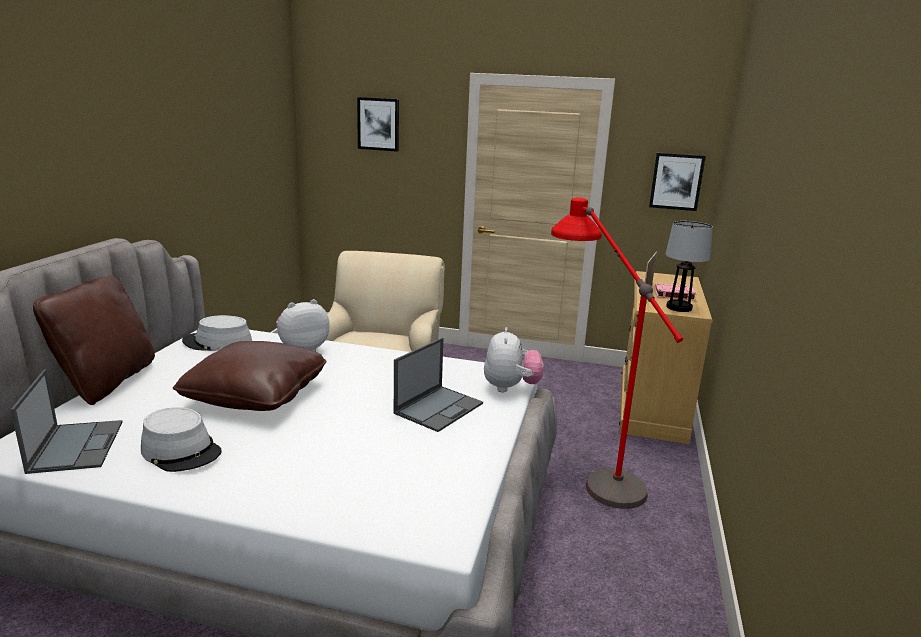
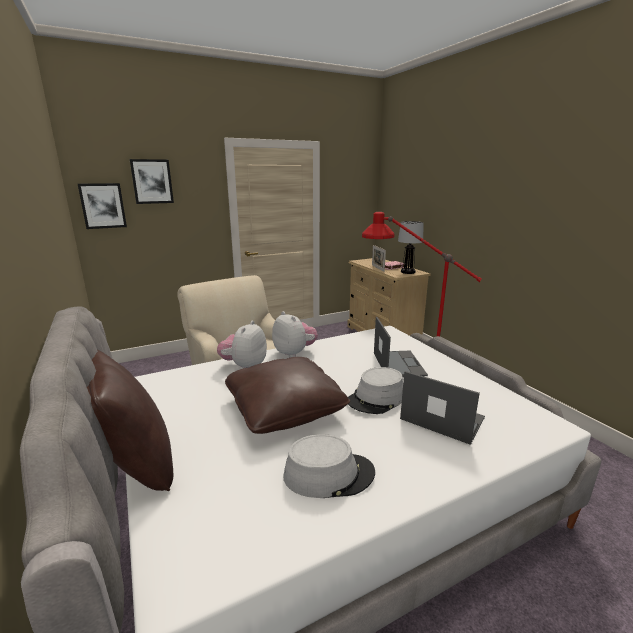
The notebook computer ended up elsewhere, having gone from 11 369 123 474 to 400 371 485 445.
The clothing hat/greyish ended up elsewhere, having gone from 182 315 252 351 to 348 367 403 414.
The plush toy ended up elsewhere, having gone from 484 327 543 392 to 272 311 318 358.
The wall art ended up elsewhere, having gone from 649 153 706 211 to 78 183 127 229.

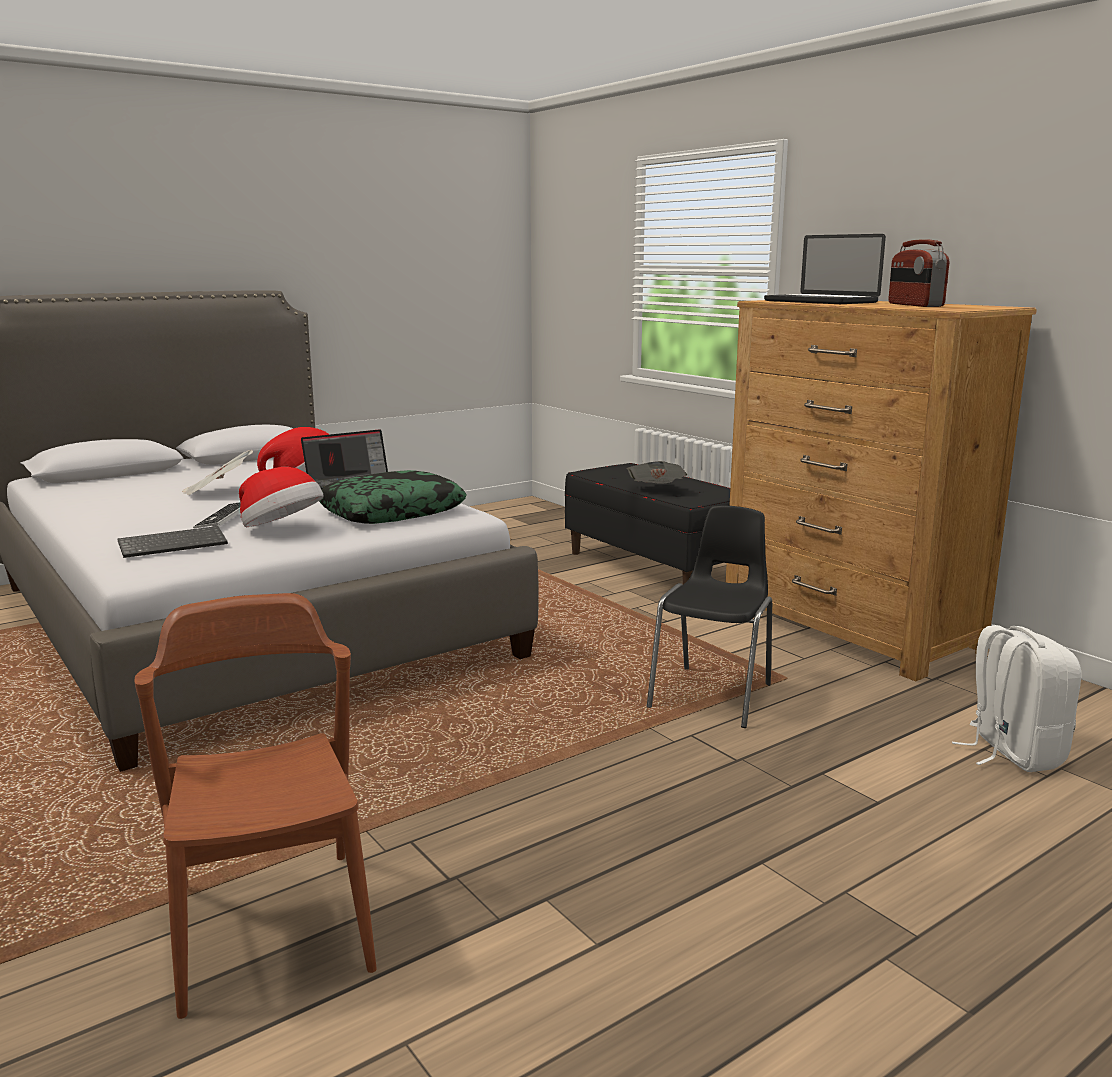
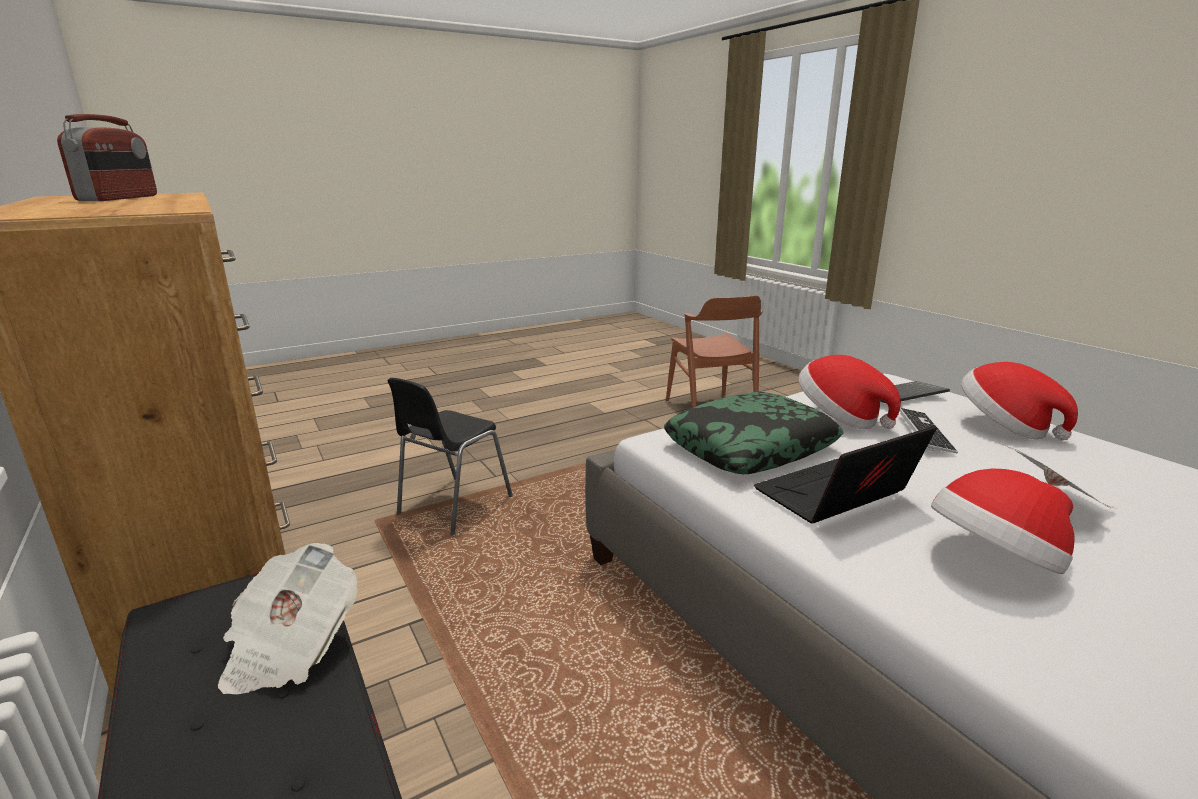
The second view lost the notebook computer at 764 234 886 304.
The second view lost the knapsack/white-coloured at 952 625 1081 772.
The second view gained the clothing hat at 961 362 1078 441.

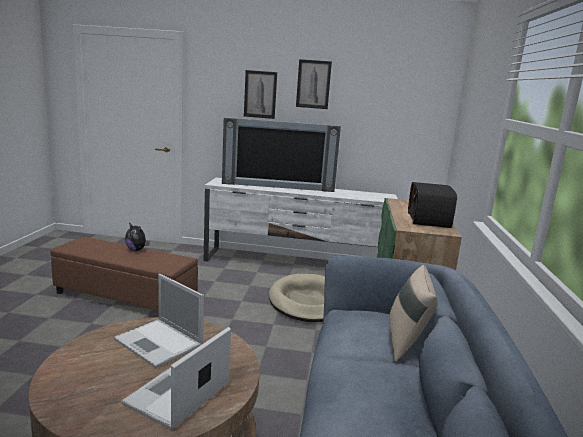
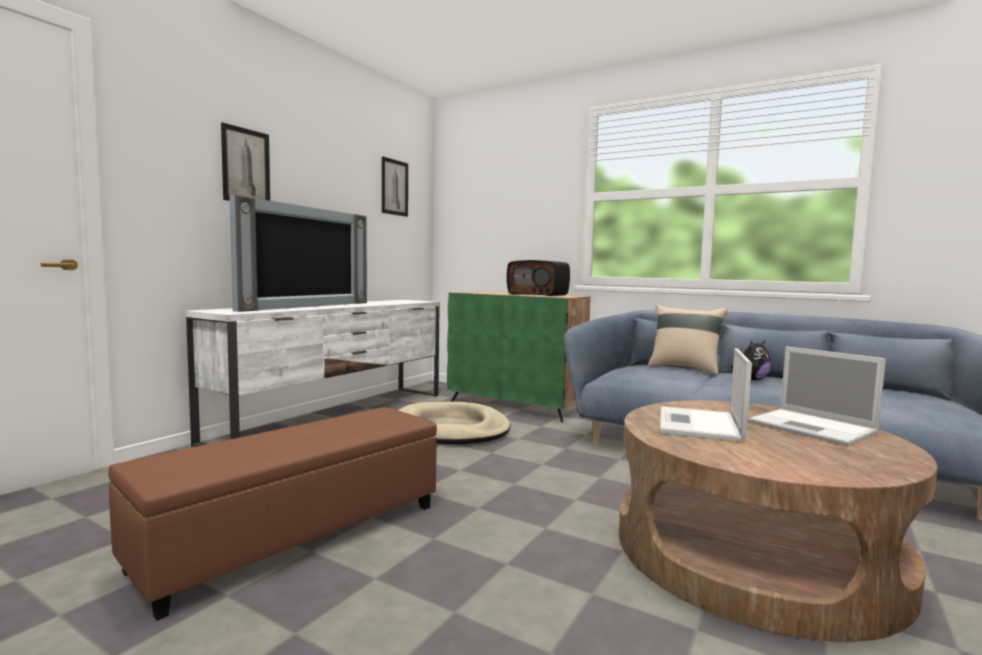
The plush toy ended up elsewhere, having gone from 125 223 149 251 to 731 340 771 380.
The wall art ended up elsewhere, having gone from 296 59 332 109 to 382 156 408 217.
The notebook computer at 114 274 204 368 ended up facing another way, 135 degrees clockwise from before.

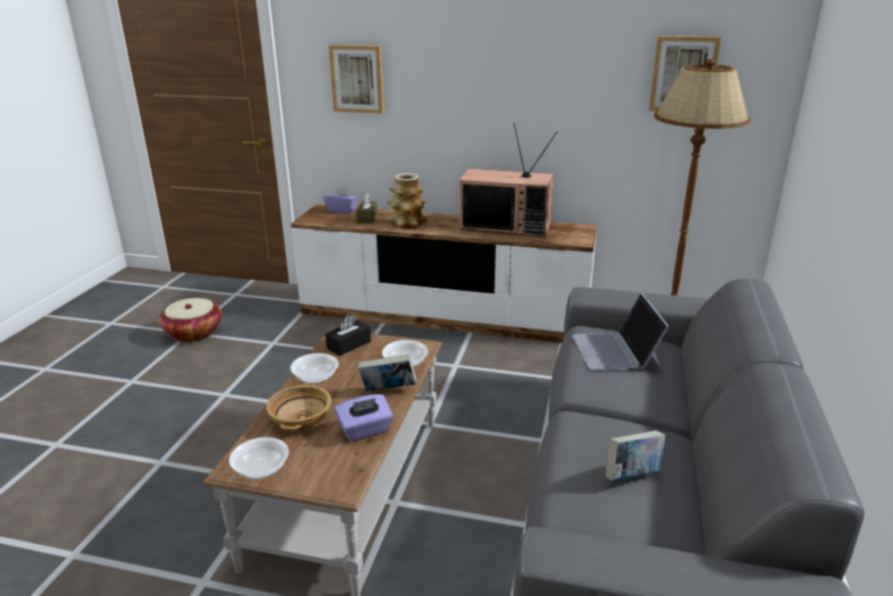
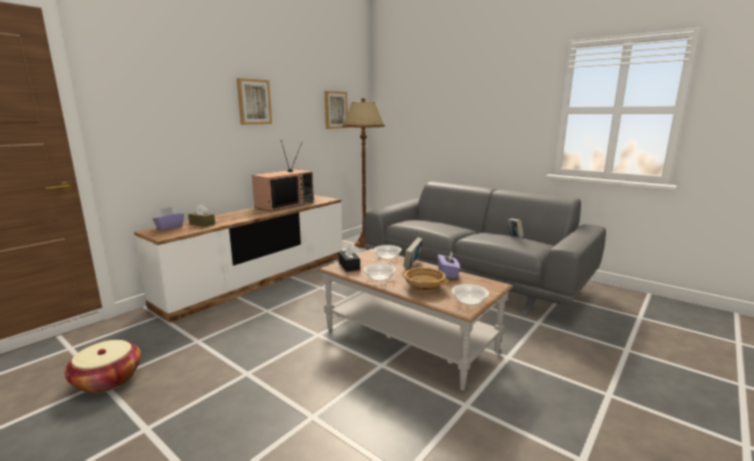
The second view lost the vase at 387 173 428 228.
The second view lost the notebook computer at 573 293 669 371.
The wall art ended up elsewhere, having gone from 329 45 384 114 to 237 78 272 125.

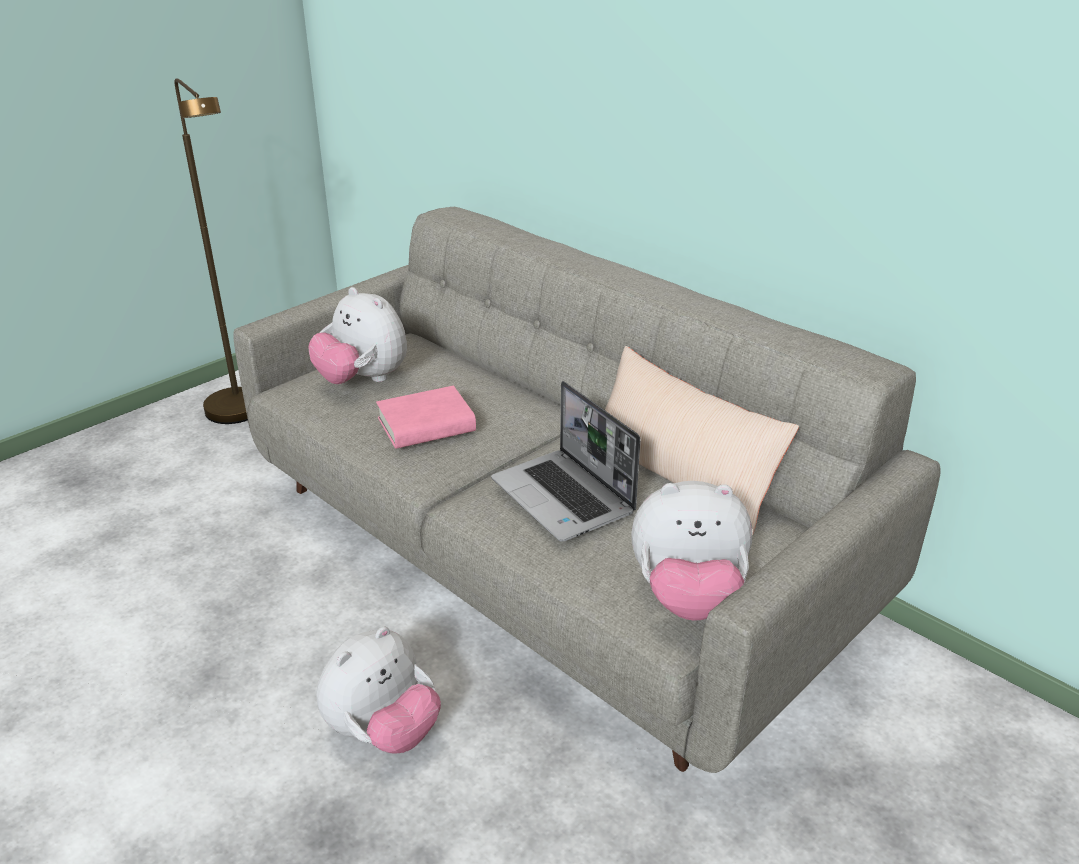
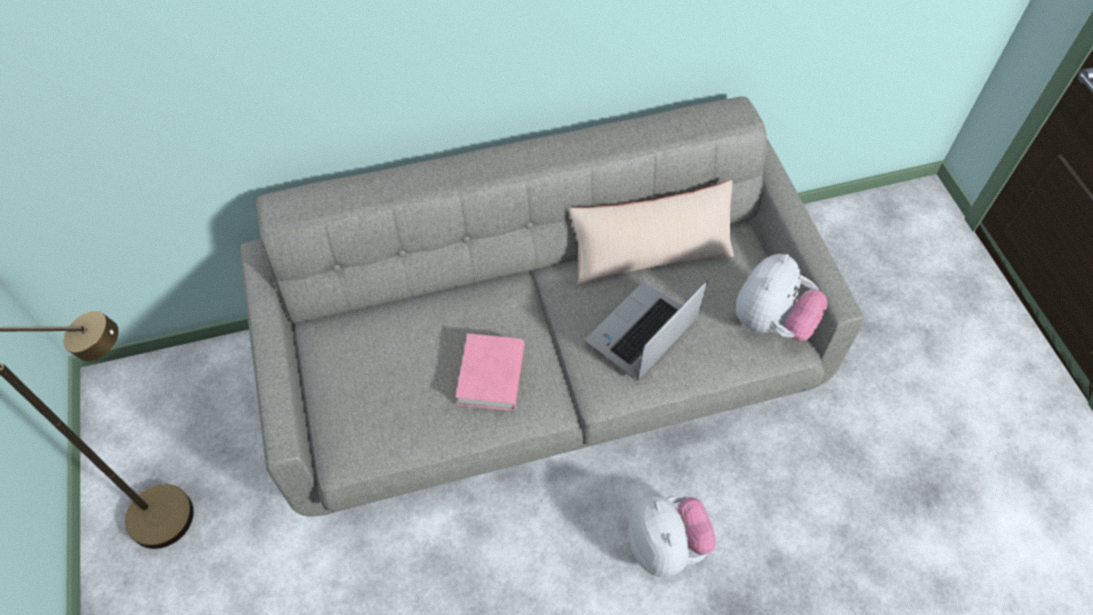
The second view lost the plush toy at 308 287 407 384.
The notebook computer at 491 381 640 542 ended up facing another way, 135 degrees clockwise from before.

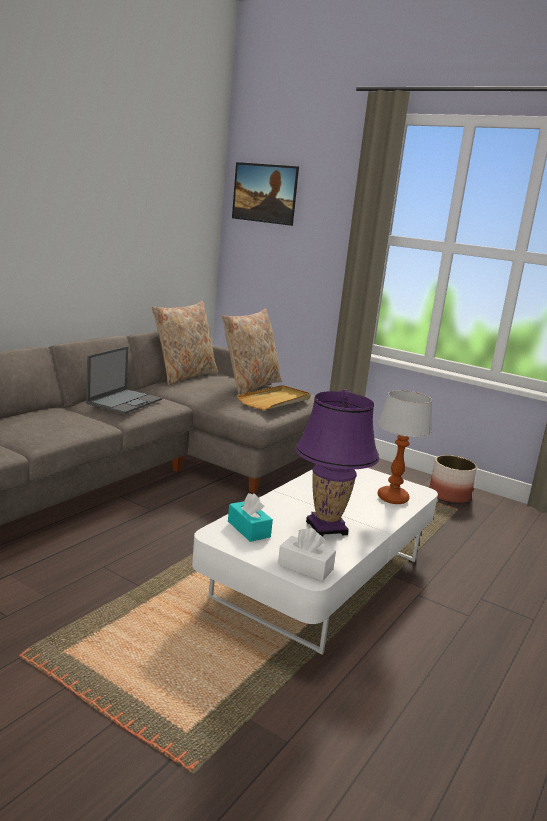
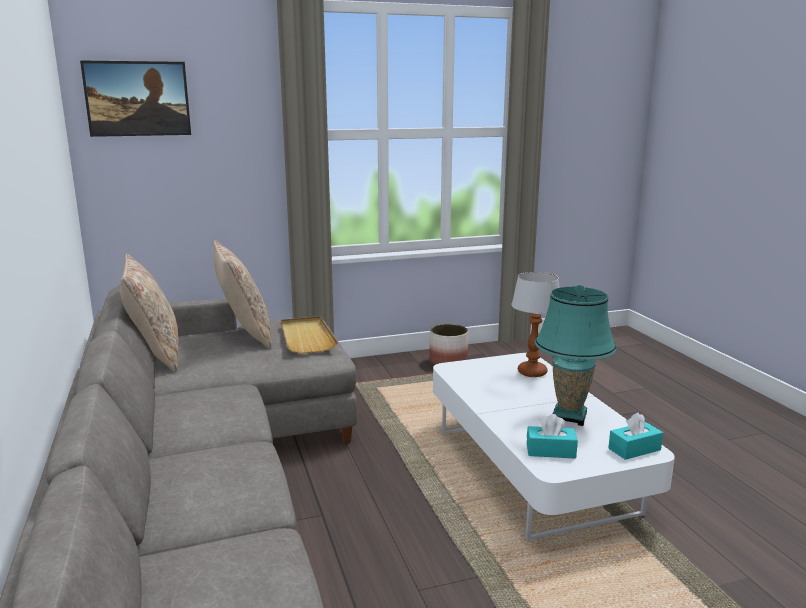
The second view lost the notebook computer at 86 346 162 414.
What was the box of tissues/white-coloured at 278 528 336 581 turned into the box of tissues/blue-green at 608 412 663 460.
What was the tabletop lamp/purplish at 295 389 379 537 turned into the tabletop lamp/blue-green at 535 284 616 426.

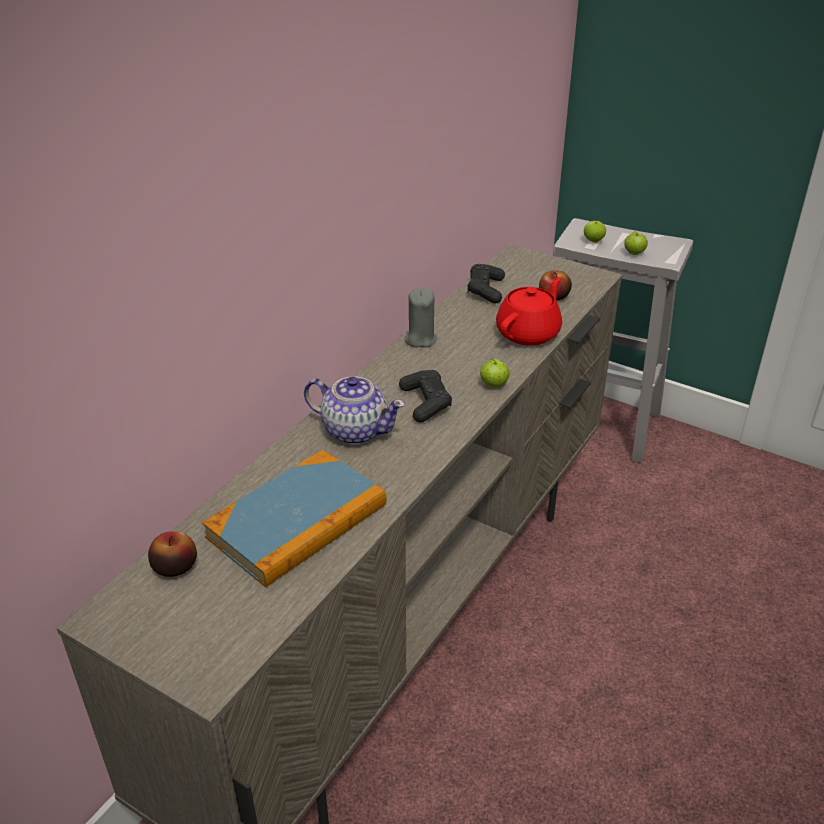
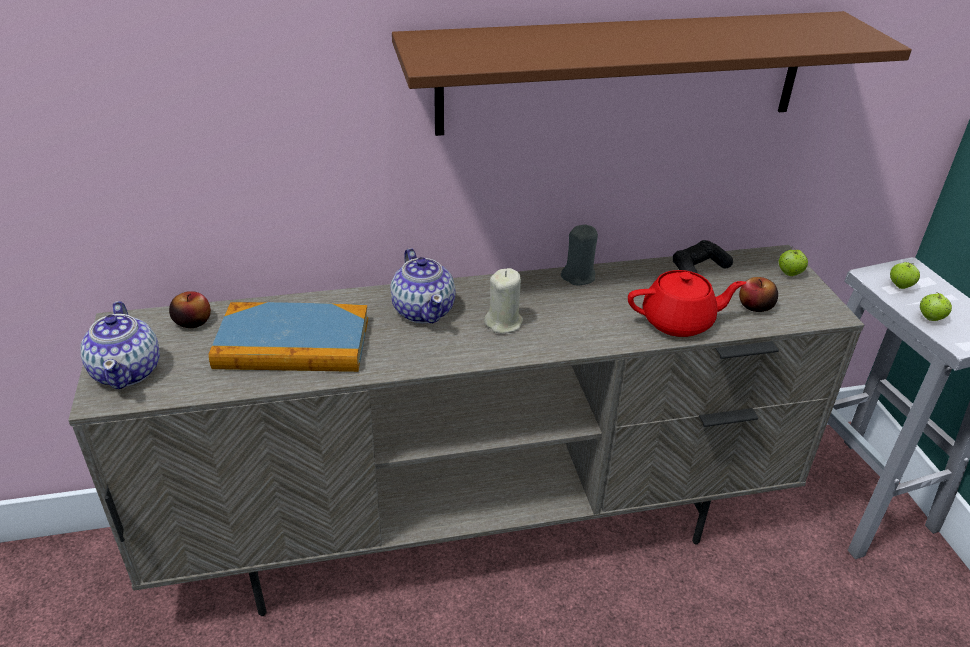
The second view gained the tea pot at 81 301 160 389.
The second view gained the wall shelf/brown-coloured at 392 11 912 136.
The apple fruit ended up elsewhere, having gone from 480 359 510 388 to 779 247 808 276.
Where the game controller/black stood at 399 370 452 423, the candle/beige came to stand at 484 268 523 333.

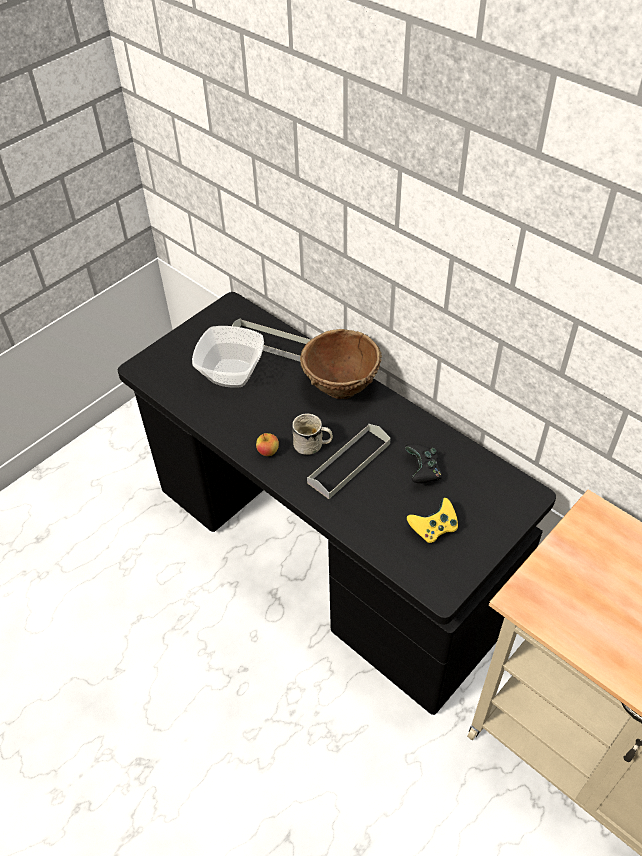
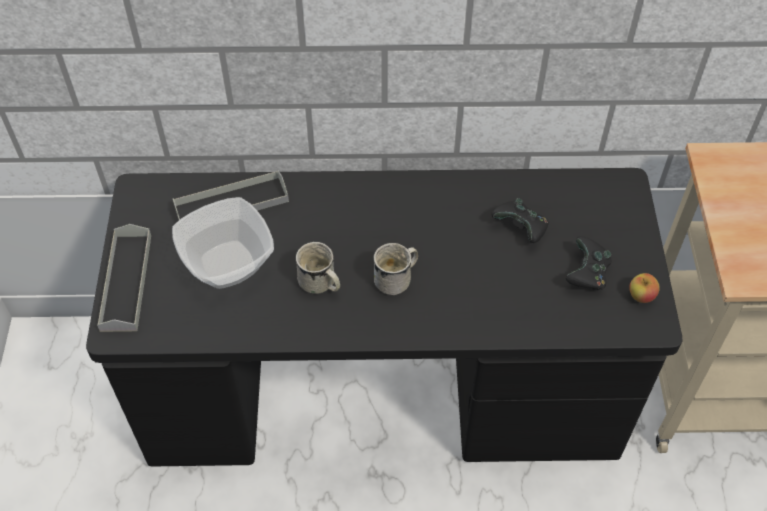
The second view lost the serving bowl/brown-coloured at 300 329 382 399.
The second view gained the tea mug/white-coloured at 296 242 340 294.
The apple fruit ended up elsewhere, having gone from 256 433 279 456 to 629 273 660 303.
The carrying tray/greyish ended up elsewhere, having gone from 307 424 390 499 to 97 224 151 332.
What was the game controller/yellow at 407 498 458 543 turned into the game controller/black at 566 236 611 290.

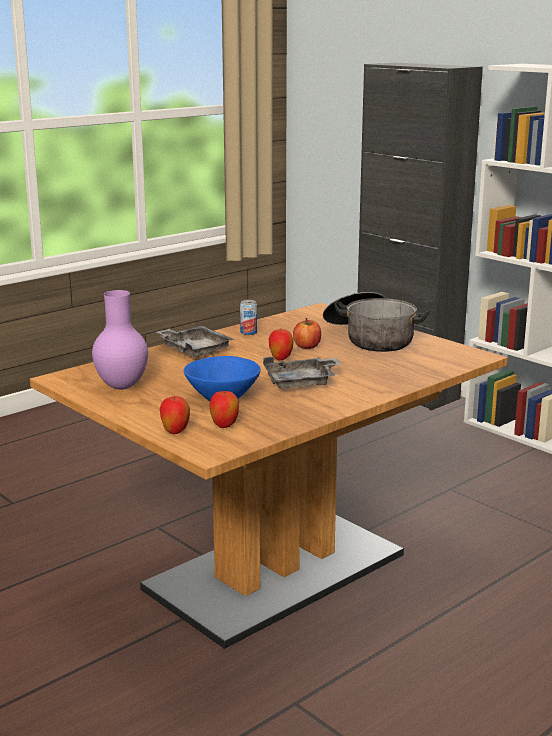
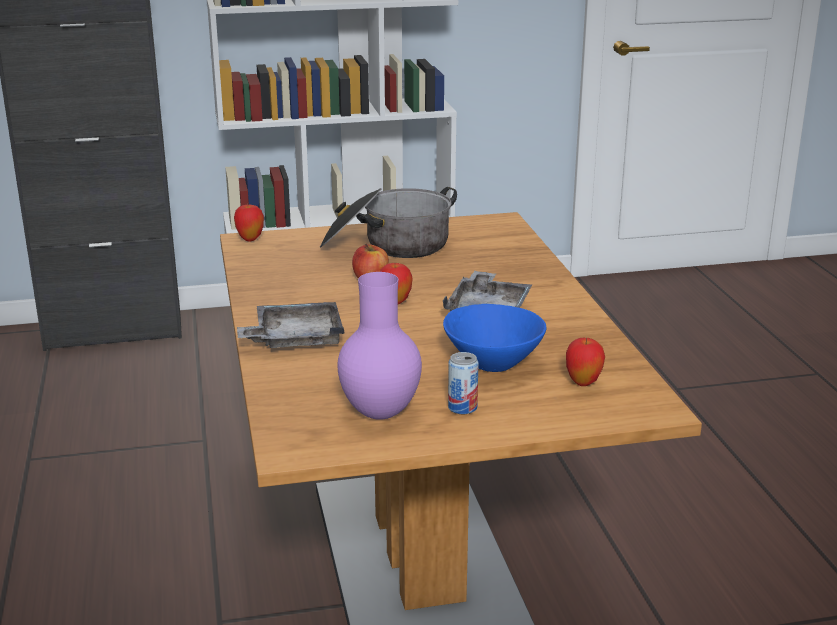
The apple fruit ended up elsewhere, having gone from 160 396 190 434 to 234 204 264 241.
The sealed can ended up elsewhere, having gone from 240 300 257 335 to 448 352 479 414.

